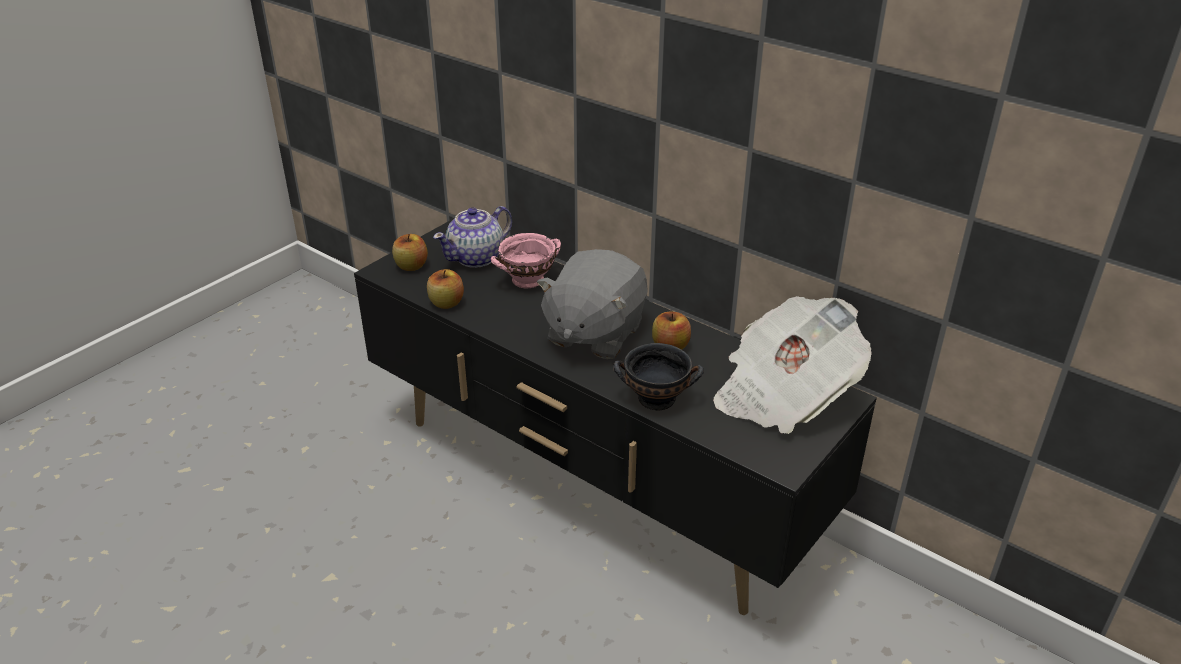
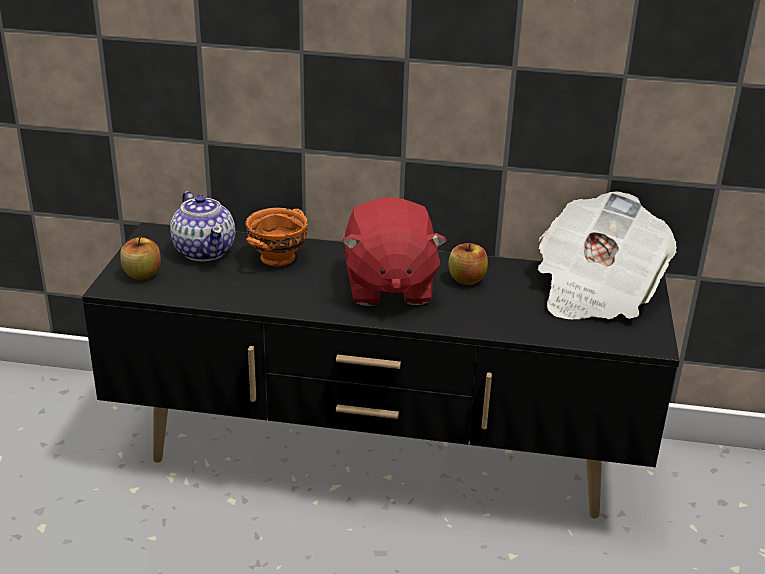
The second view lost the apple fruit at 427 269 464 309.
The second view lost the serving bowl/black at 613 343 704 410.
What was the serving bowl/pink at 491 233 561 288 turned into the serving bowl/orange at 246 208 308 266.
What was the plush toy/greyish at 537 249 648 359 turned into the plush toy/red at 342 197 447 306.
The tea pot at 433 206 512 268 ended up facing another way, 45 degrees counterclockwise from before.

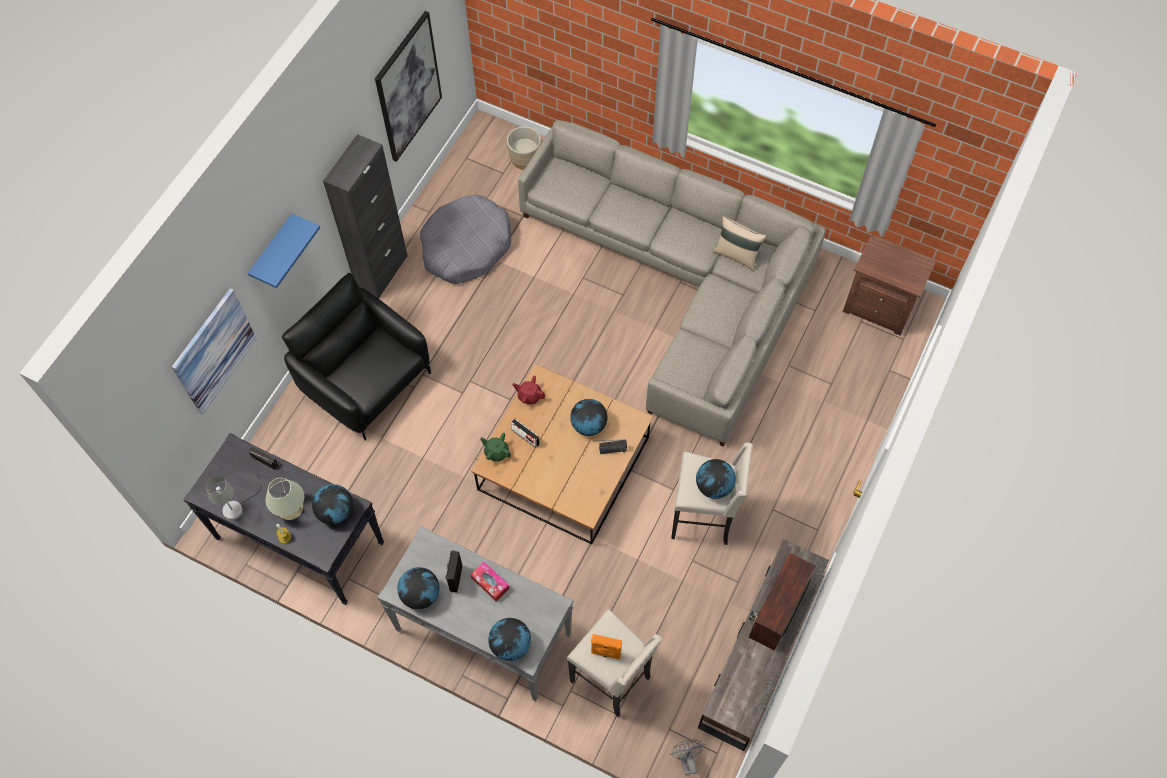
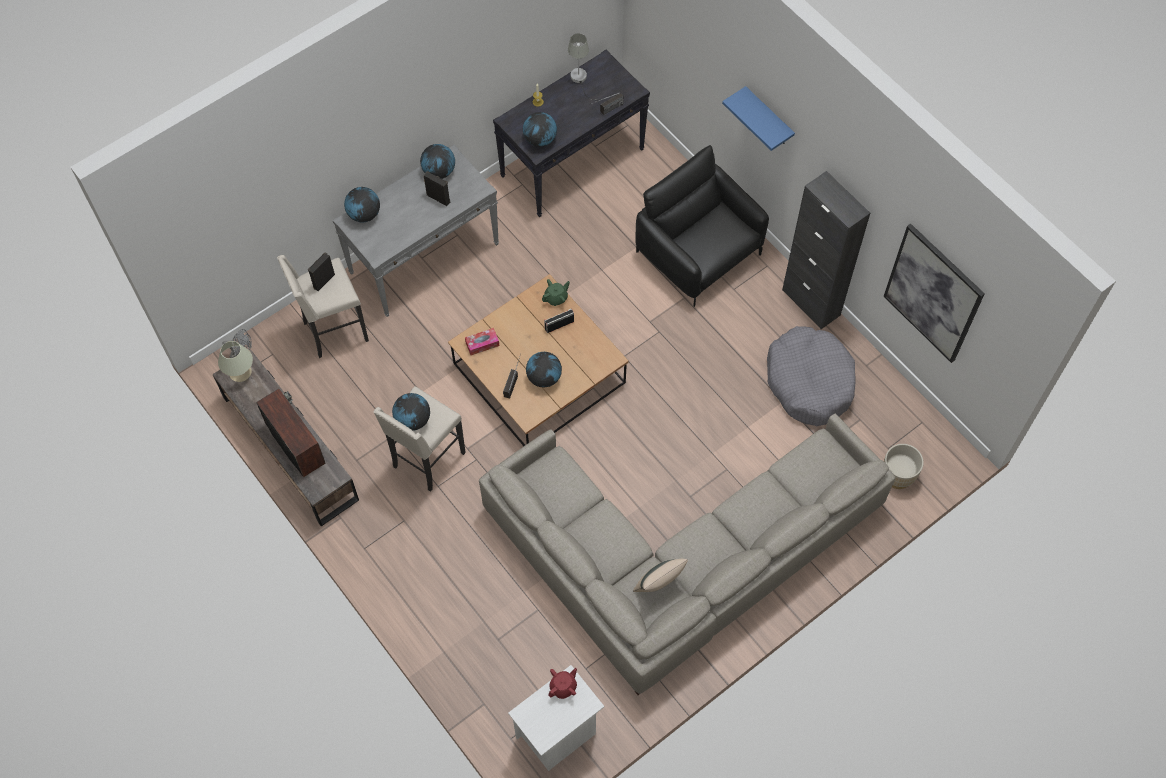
The second view lost the wall art at 172 288 257 414.
The tabletop lamp/beige ended up elsewhere, having gone from 265 478 305 520 to 218 341 253 382.
The box of tissues ended up elsewhere, having gone from 470 562 509 601 to 465 328 499 355.
The tea pot/red ended up elsewhere, having gone from 513 376 545 404 to 548 667 577 699.
What was the loudspeaker/orange at 591 634 622 660 turned into the loudspeaker/black at 308 252 335 291.
What was the nightstand/brown-coloured at 843 234 937 336 turned into the nightstand/white-coloured at 508 665 604 771.
The lounge chair/black at 282 273 431 440 ended up facing another way, 105 degrees counterclockwise from before.

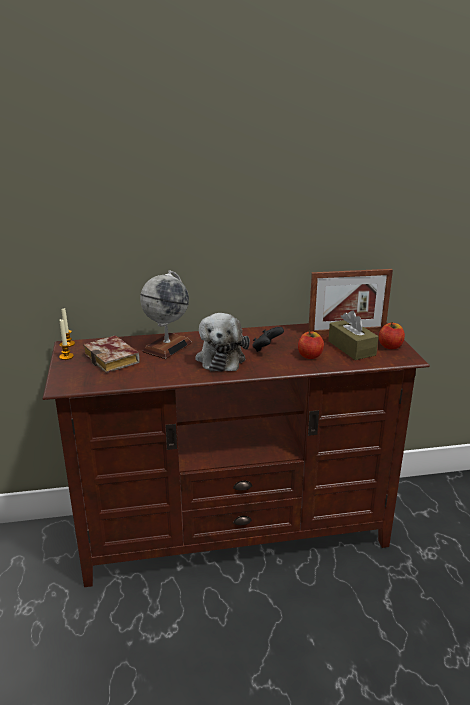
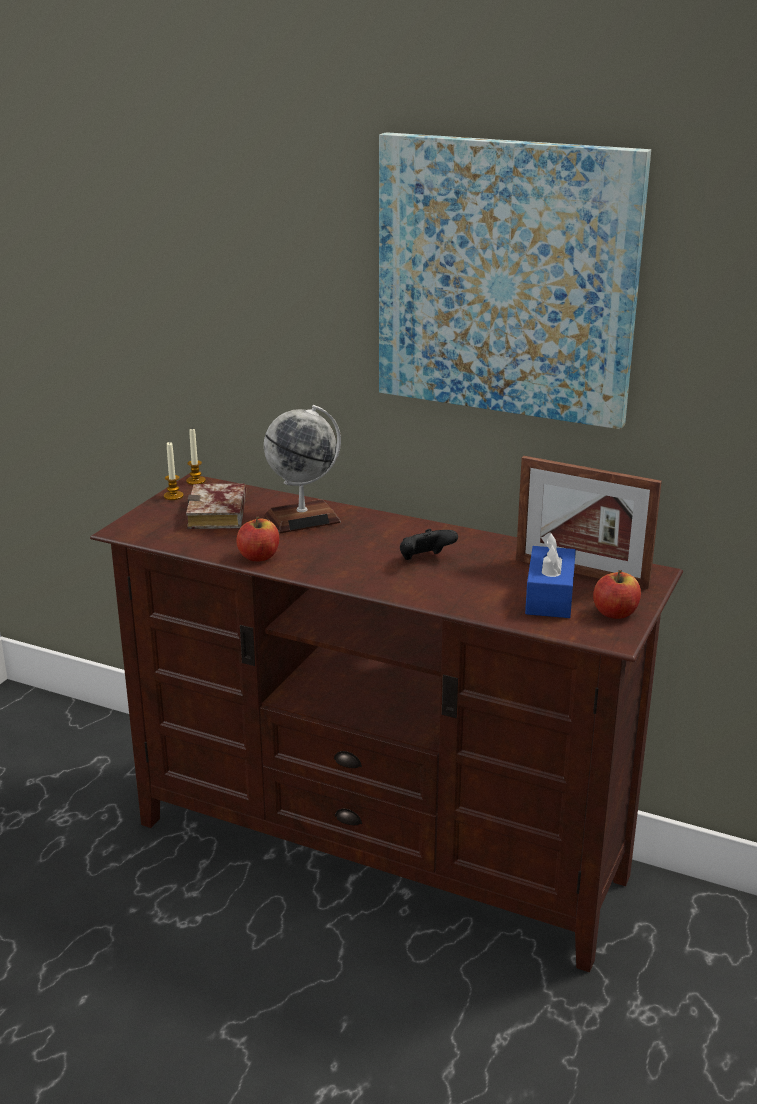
The second view lost the plush toy at 195 313 250 372.
The second view gained the wall art at 379 132 651 430.
The apple fruit ended up elsewhere, having gone from 298 331 324 359 to 236 517 279 561.
What was the box of tissues/brown-coloured at 328 310 379 360 turned into the box of tissues/blue at 525 532 576 618.

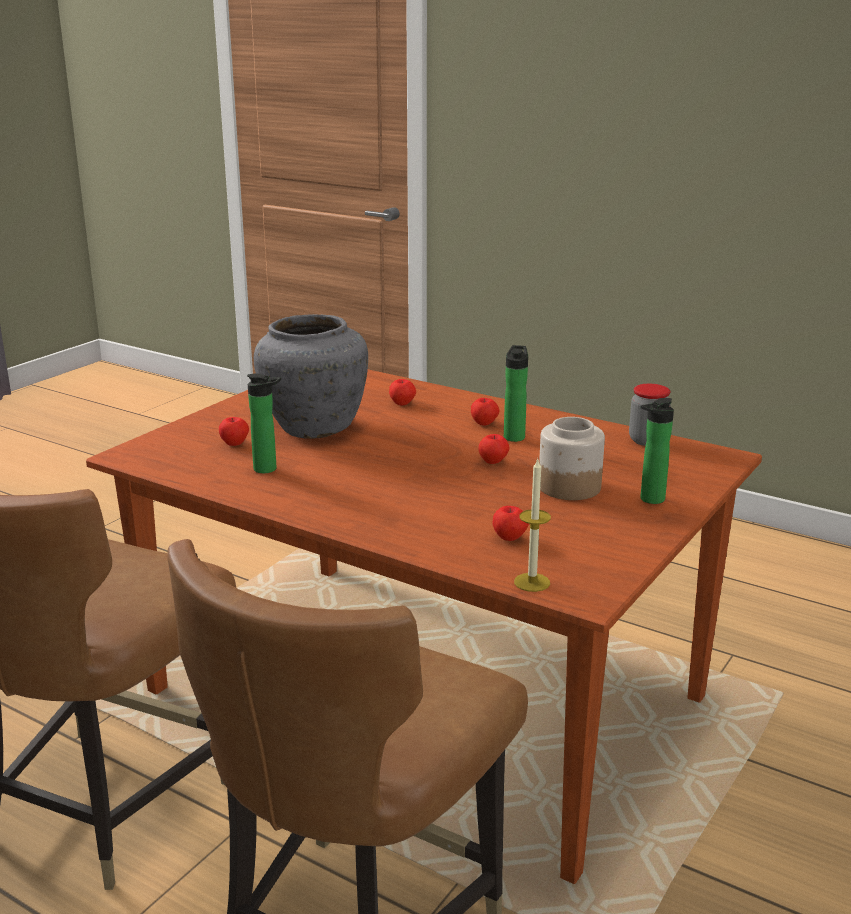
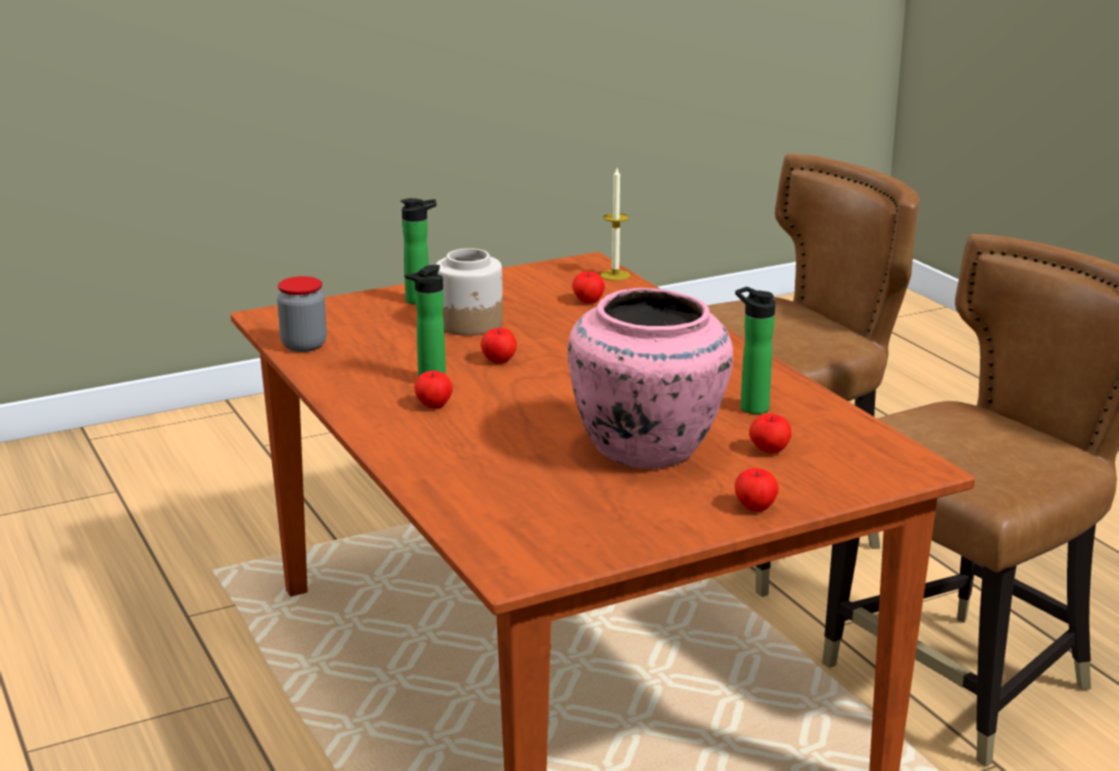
The apple fruit ended up elsewhere, having gone from 389 379 416 406 to 735 468 779 512.
What was the vase/greyish at 254 314 368 439 turned into the vase/pink at 568 288 733 469.

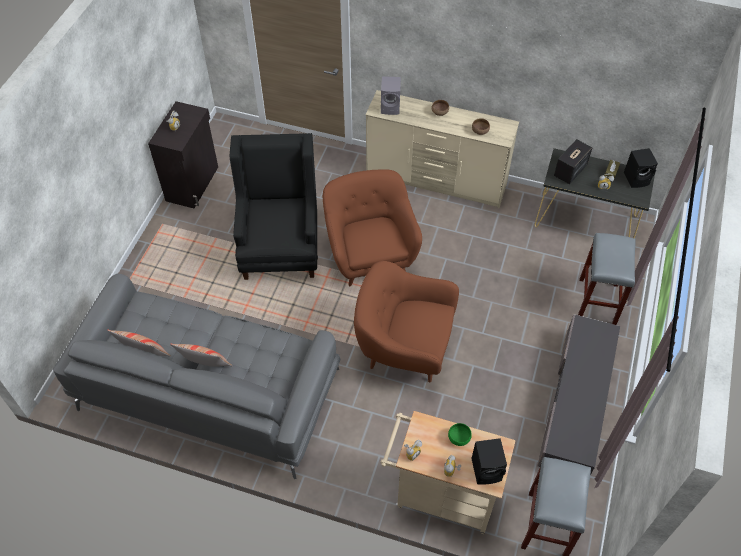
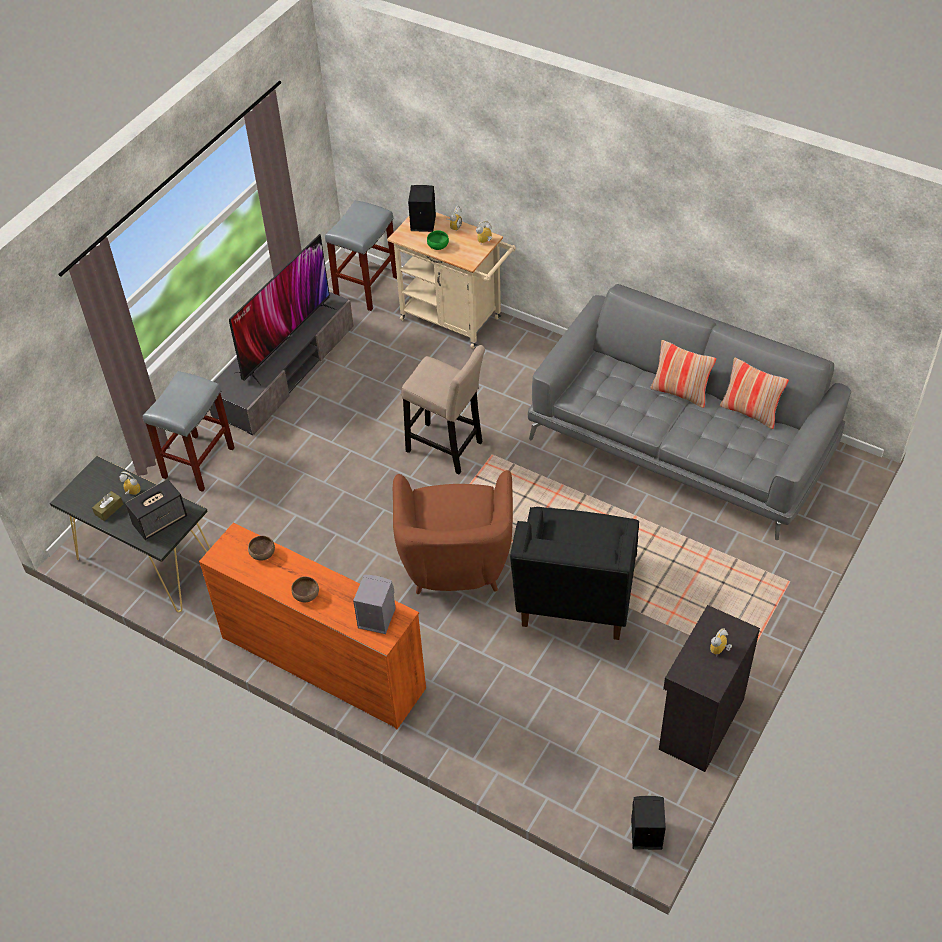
The second view gained the TV at 229 234 337 385.
The loudspeaker/black ended up elsewhere, having gone from 624 148 658 188 to 631 796 666 850.
Where the lounge chair/brown-coloured stood at 354 261 459 382, the stool seat/beige came to stand at 401 345 485 475.
What was the chest of drawers/beige at 365 90 519 208 turned into the chest of drawers/orange at 199 523 426 729.

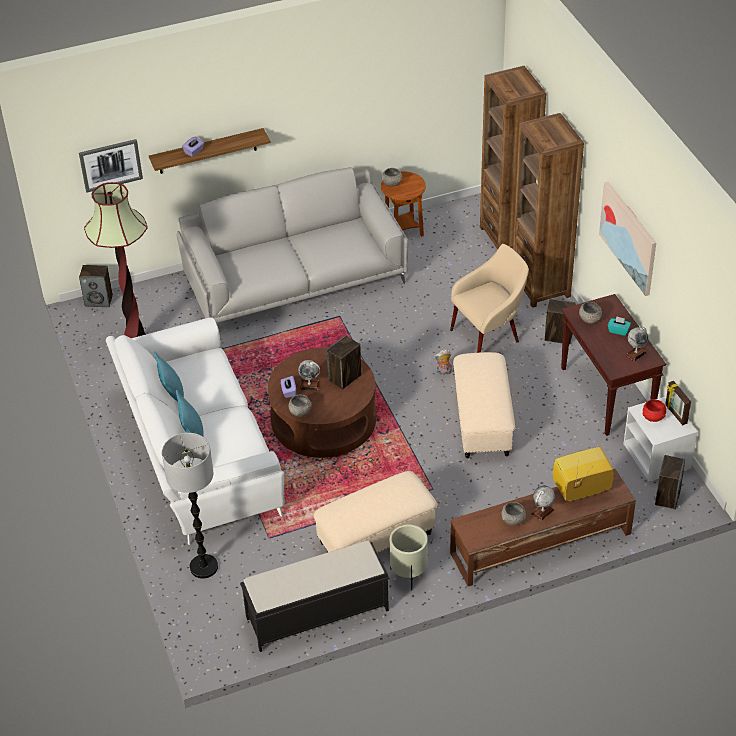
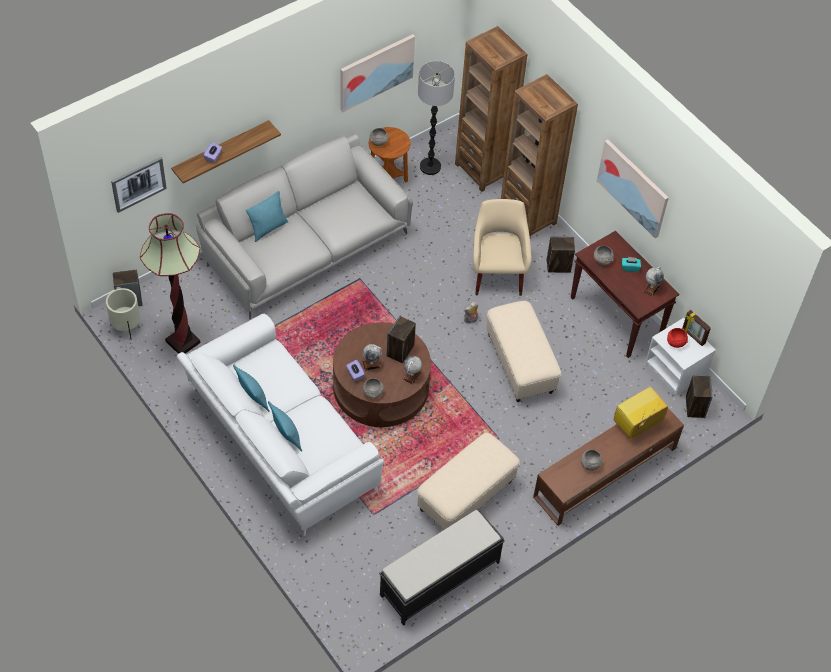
The second view gained the pillow/blue-green at 246 191 288 242.
The second view gained the wall art at 341 34 415 112.
The standard lamp ended up elsewhere, having gone from 162 433 218 579 to 418 61 455 175.
The flower pot/beige ended up elsewhere, having gone from 389 524 428 590 to 106 288 140 340.
The globe ended up elsewhere, having gone from 531 486 555 521 to 403 356 422 384.
The lounge chair/beige at 450 244 529 353 ended up facing another way, 45 degrees counterclockwise from before.

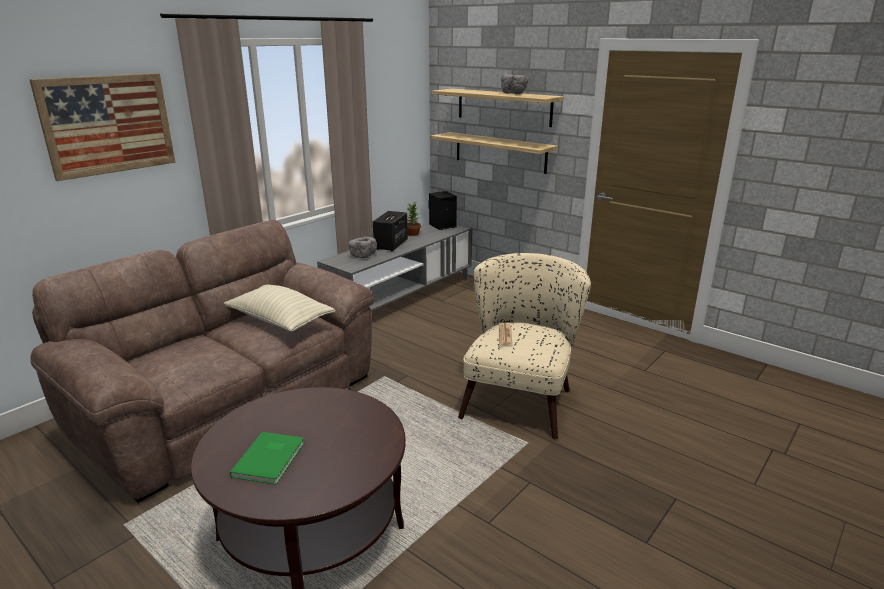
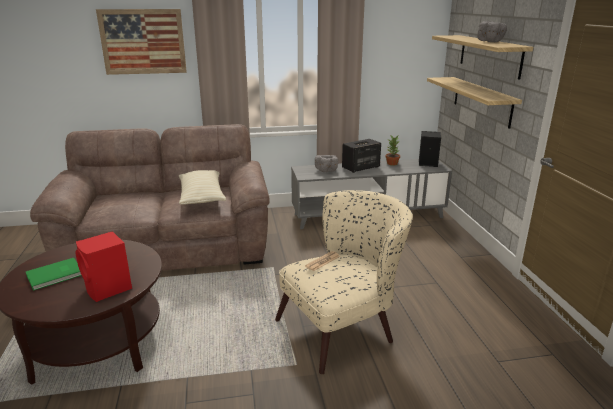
The second view gained the loudspeaker/red at 76 231 132 302.

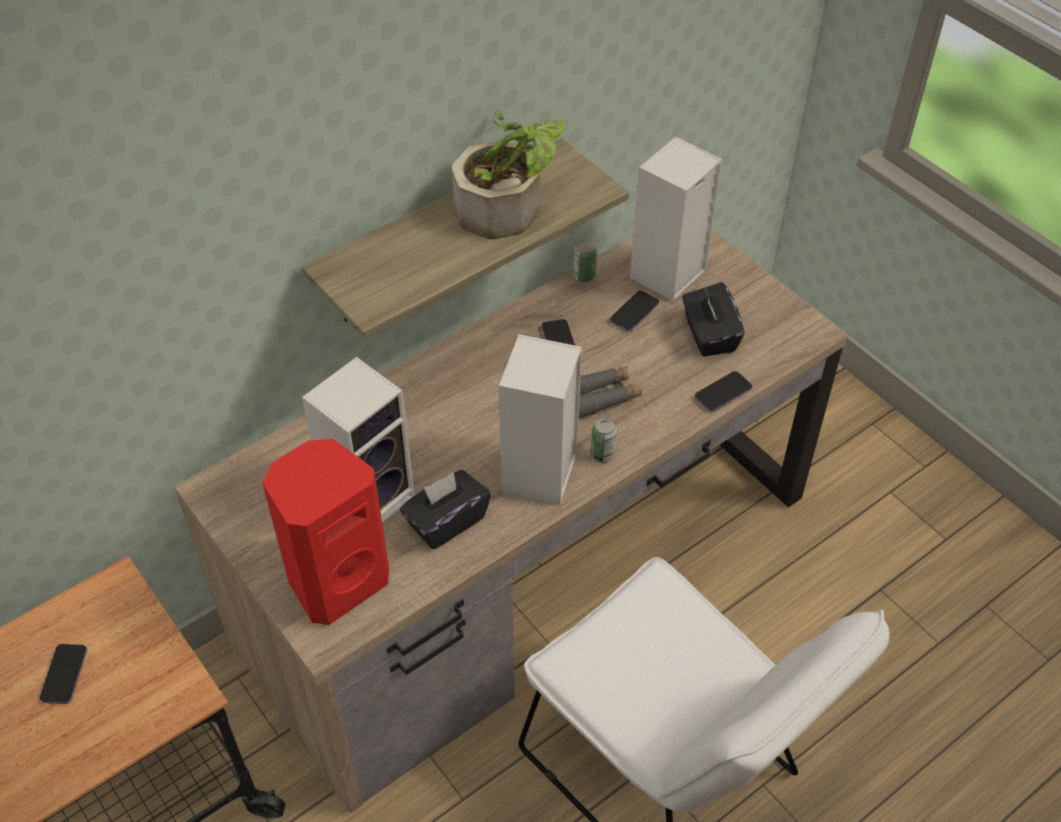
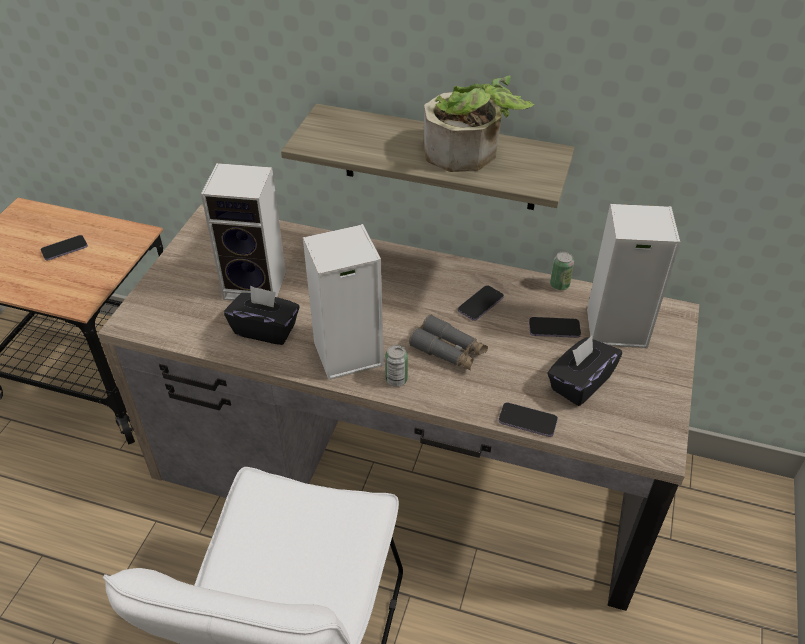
The second view lost the loudspeaker/red at 262 439 389 625.

